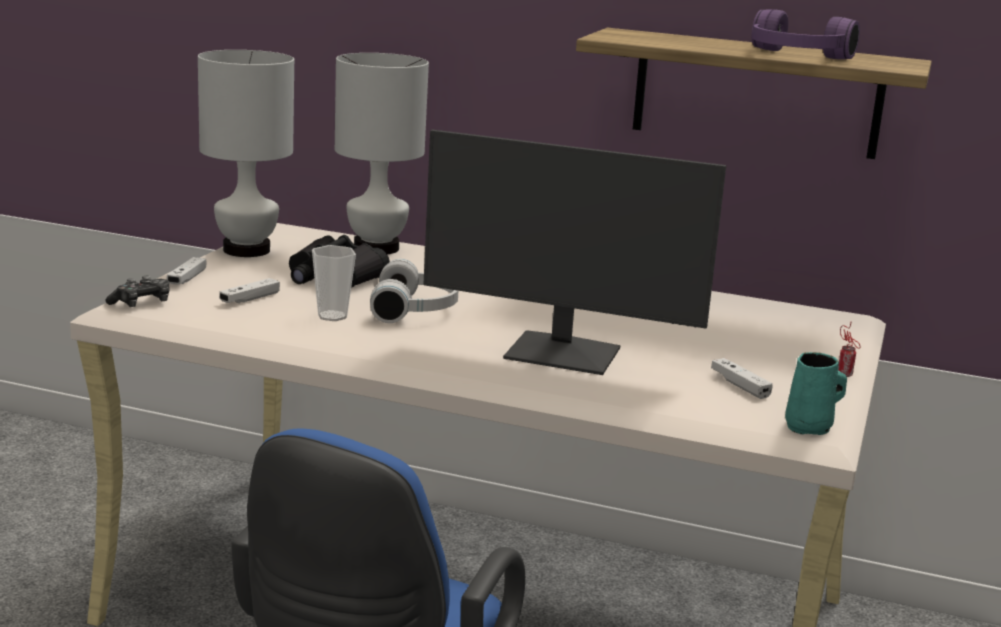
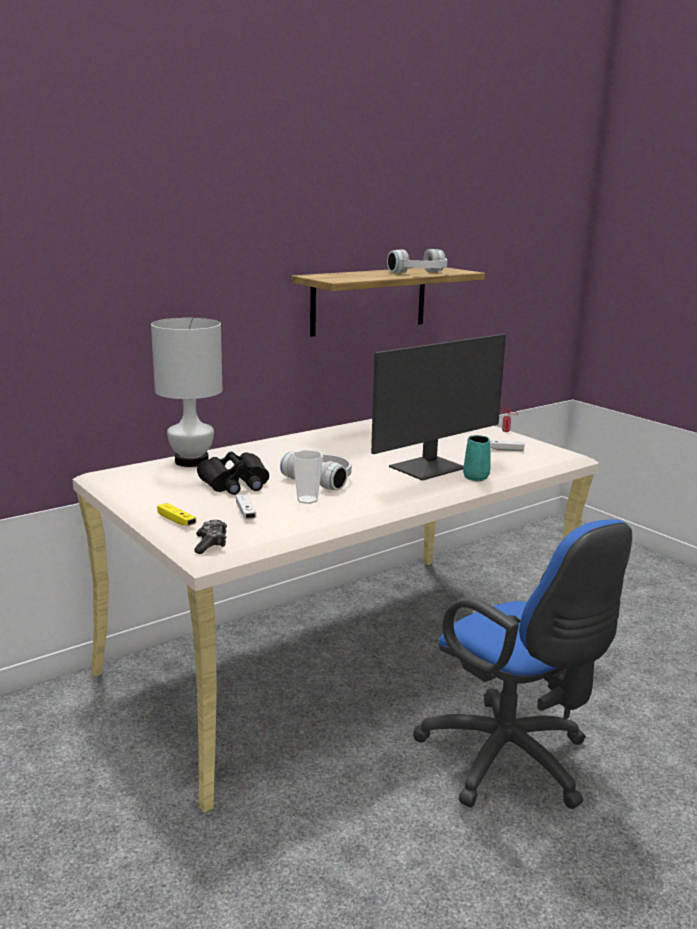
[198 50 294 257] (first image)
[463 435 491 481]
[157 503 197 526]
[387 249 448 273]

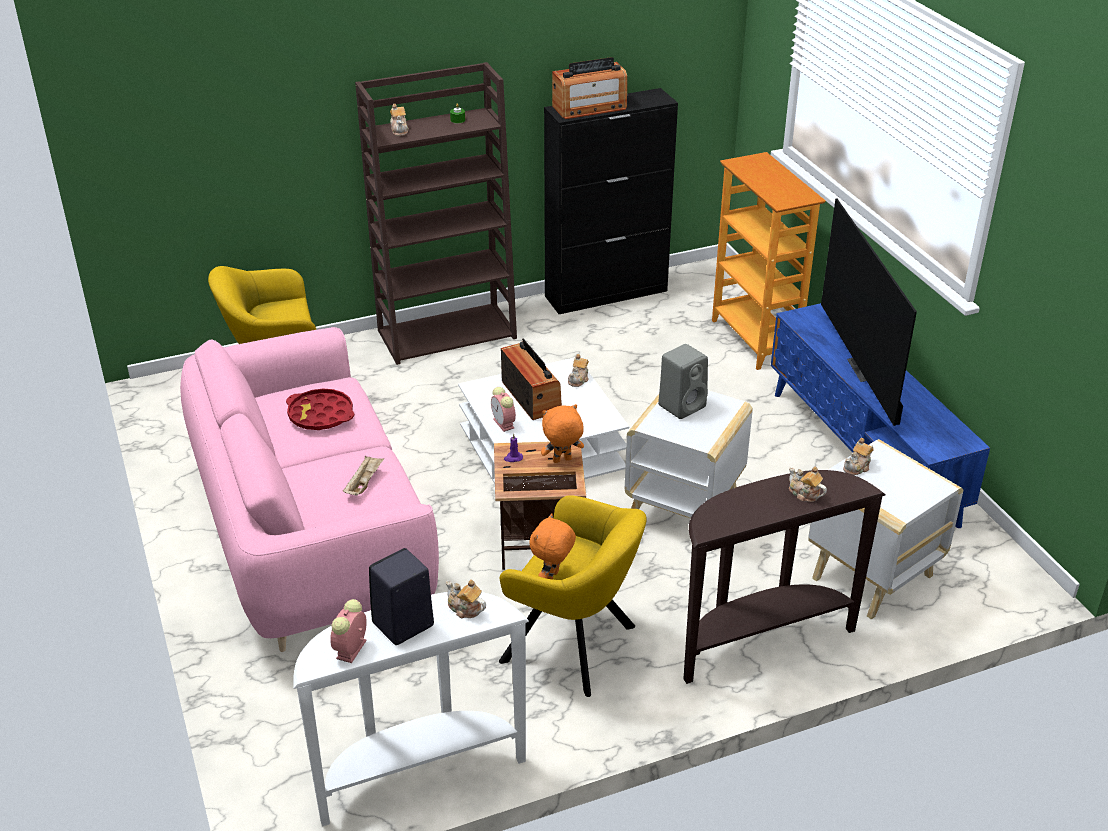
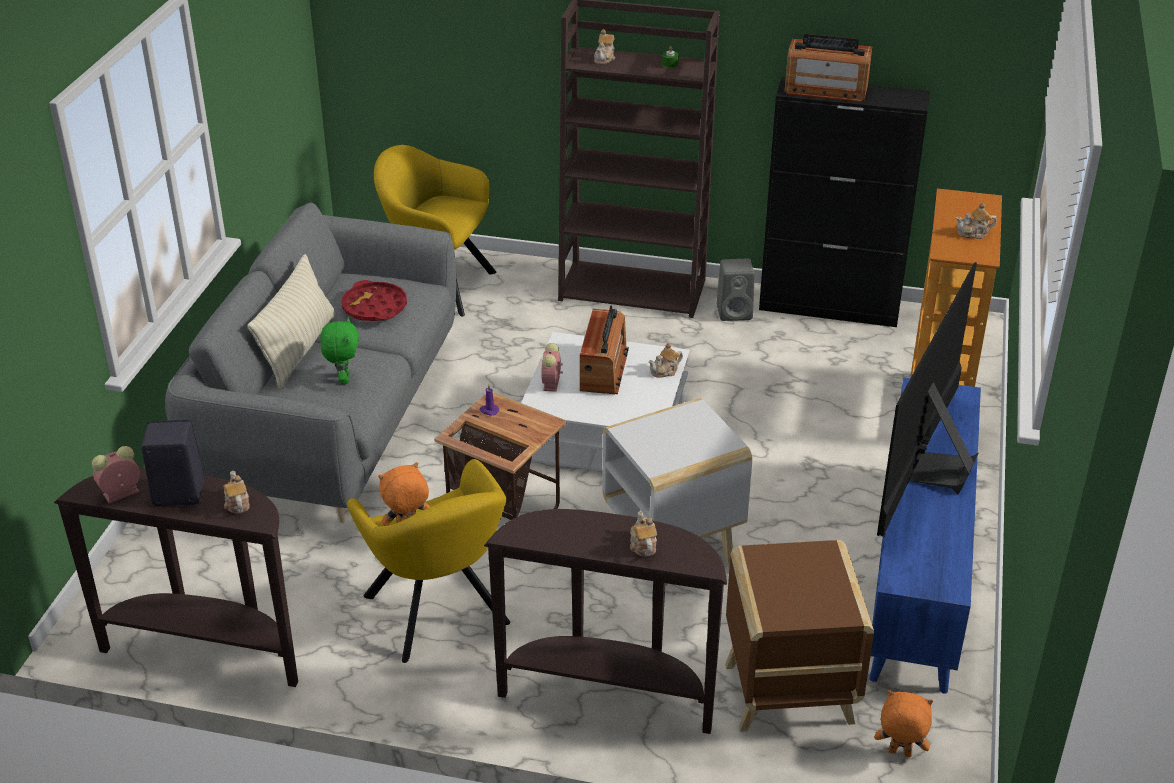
[247 254 336 389]
[875 690 933 757]
[717 259 755 321]
[956 203 997 239]
[320 318 359 384]
[165 202 456 523]
[54 468 298 687]
[725 540 874 732]

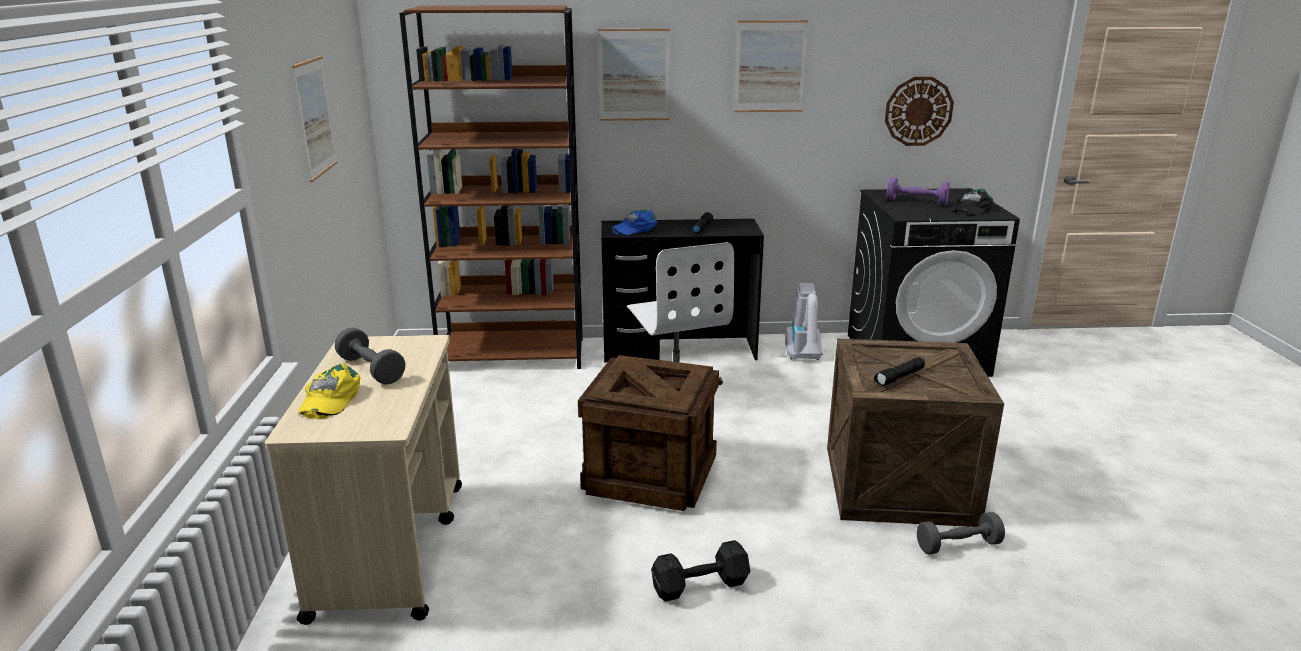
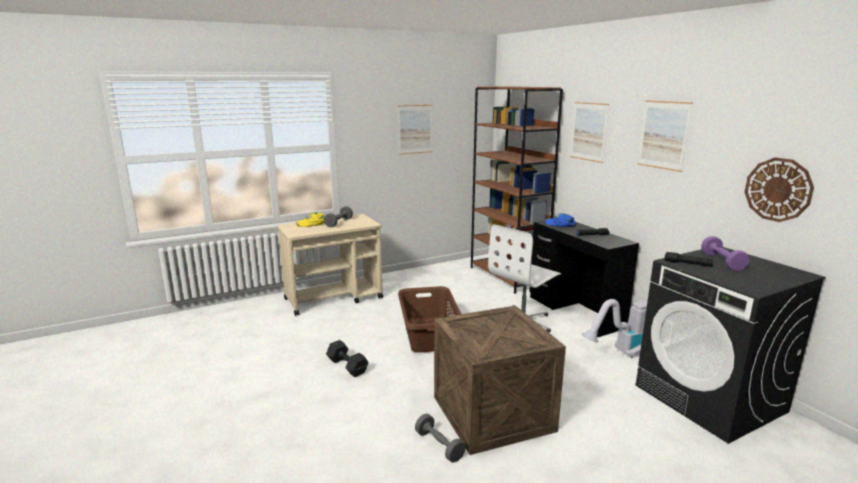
[952 189 993 216] (first image)
[664 252 714 267]
[398 286 461 353]

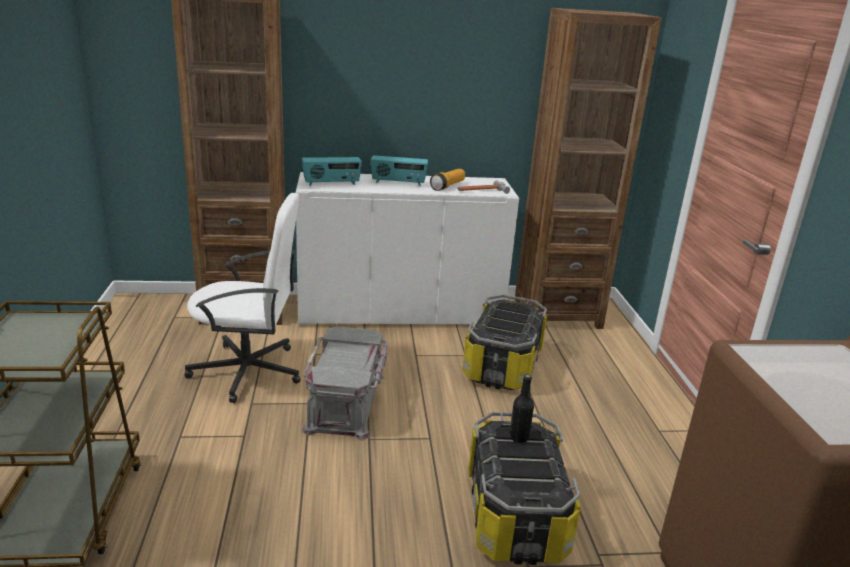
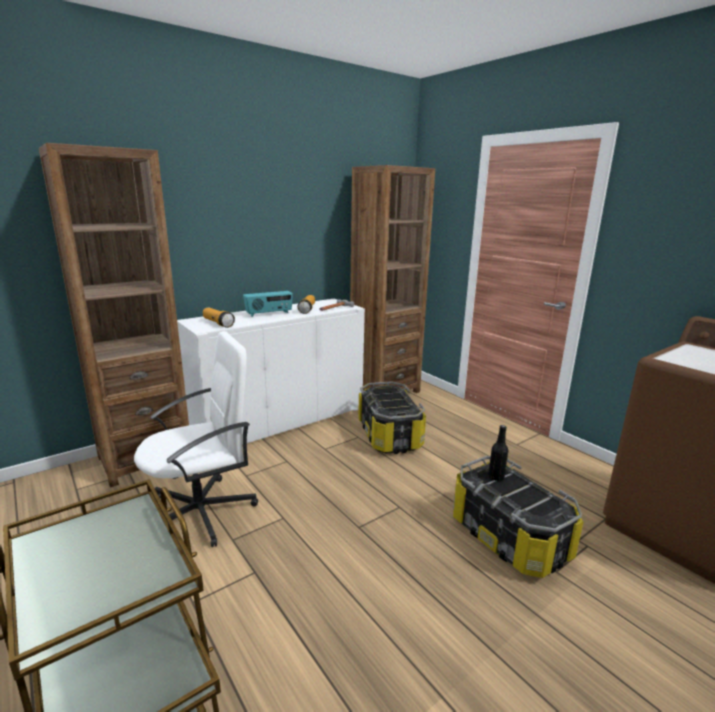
[302 326 388 441] (first image)
[203 308 235 328]

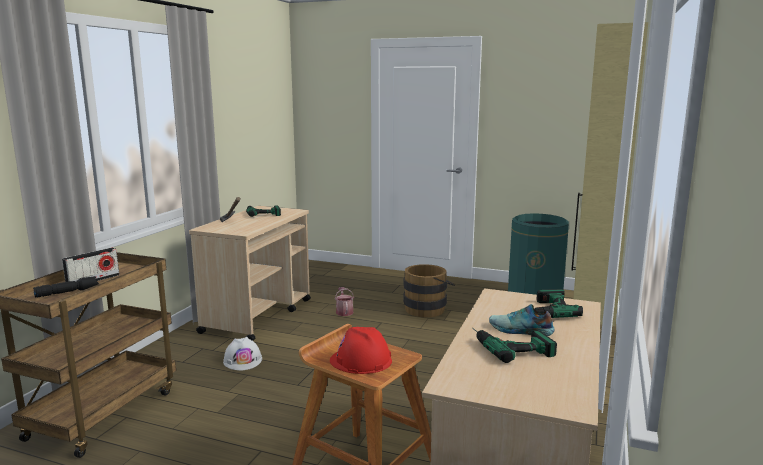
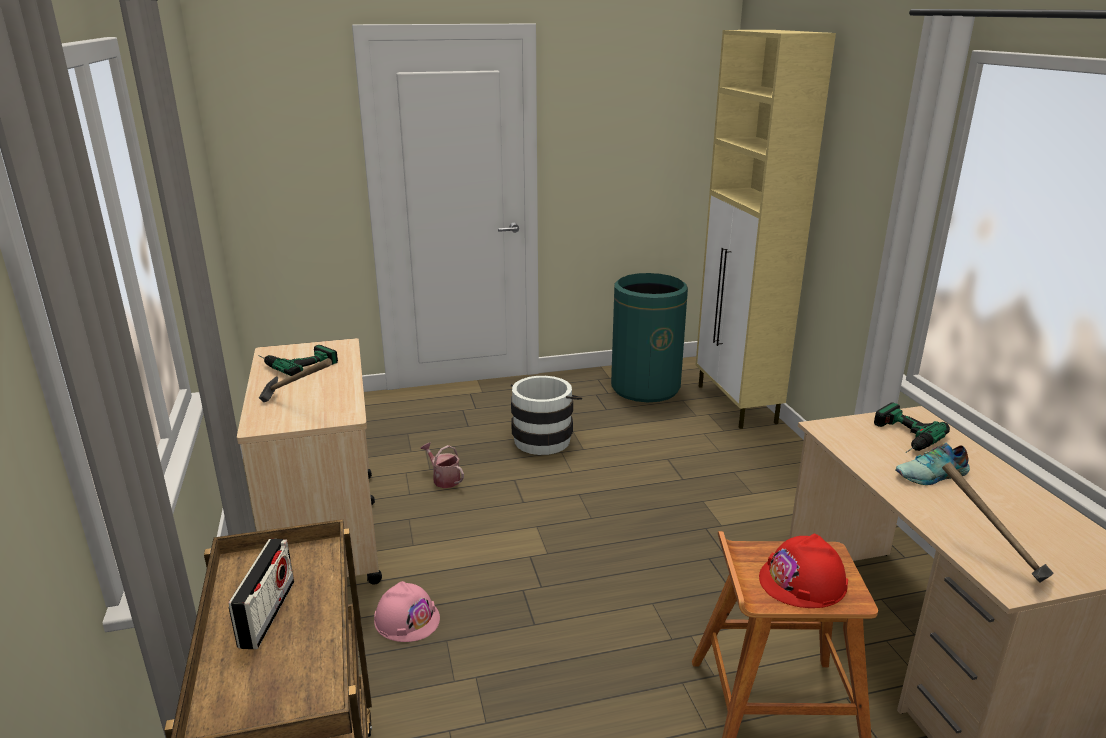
[33 276 99 297] (first image)
[472 327 557 363] (first image)
[942 462 1054 583]
[374 581 440 642]
[511 376 582 455]

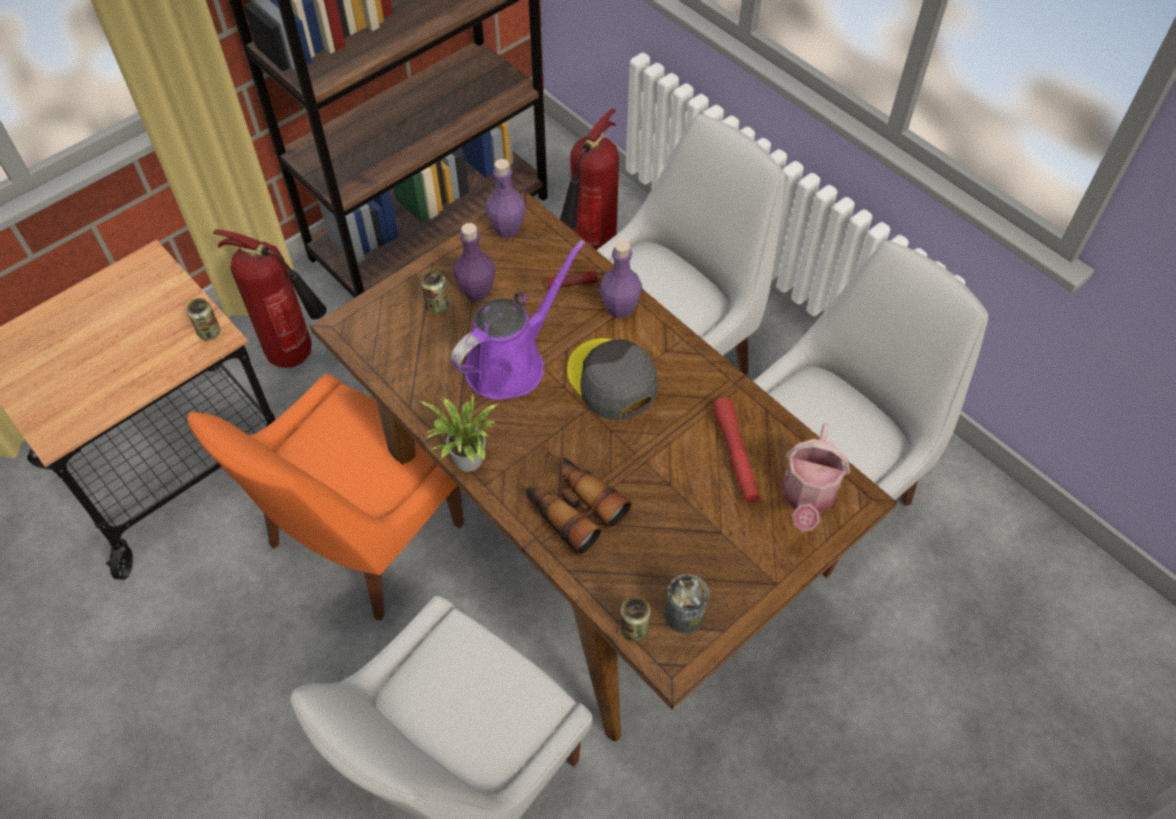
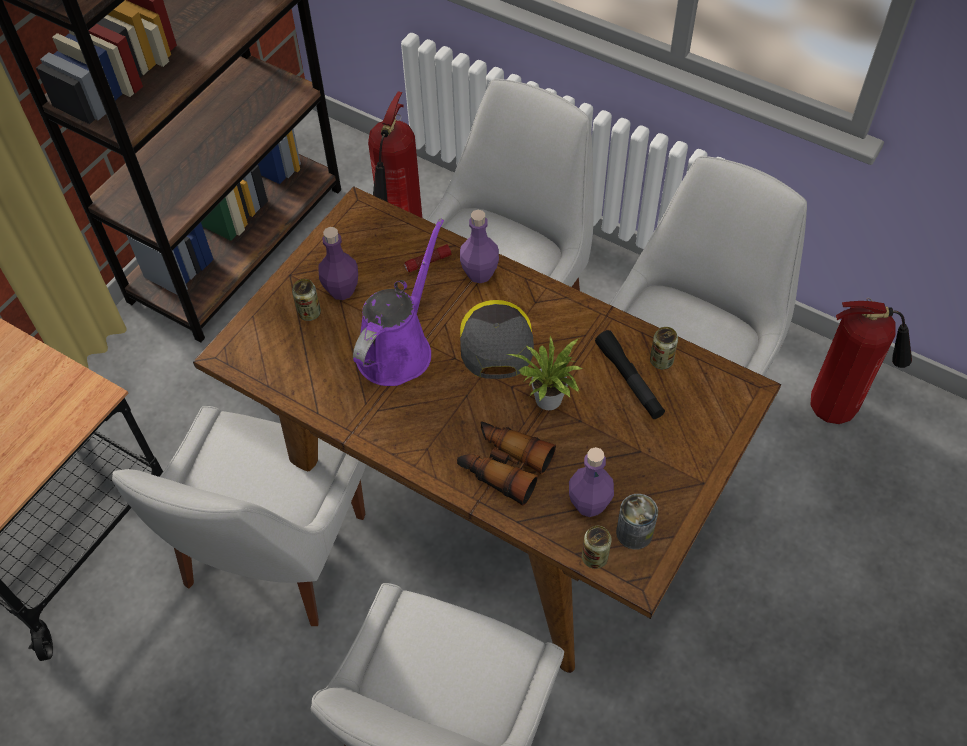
[781 423 850 532] (first image)
[650 327 678 369]
[810 298 912 424]
[507 336 582 410]
[569 447 614 517]
[112 406 365 626]
[595 330 665 419]
[460 300 534 379]

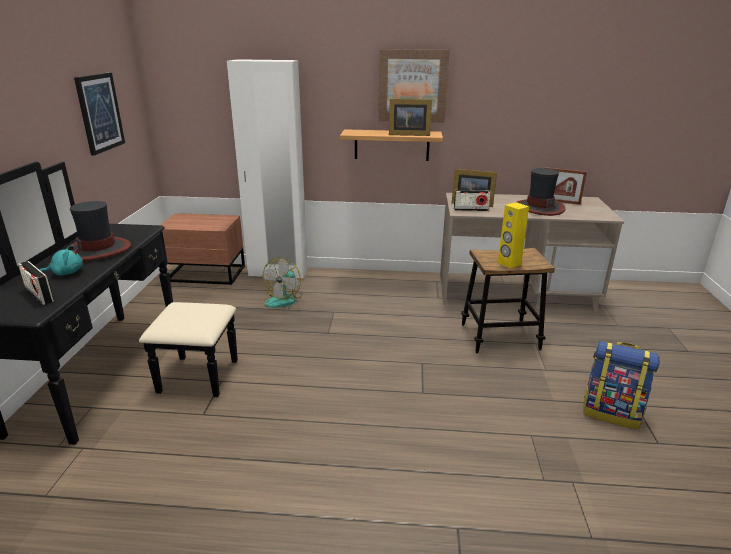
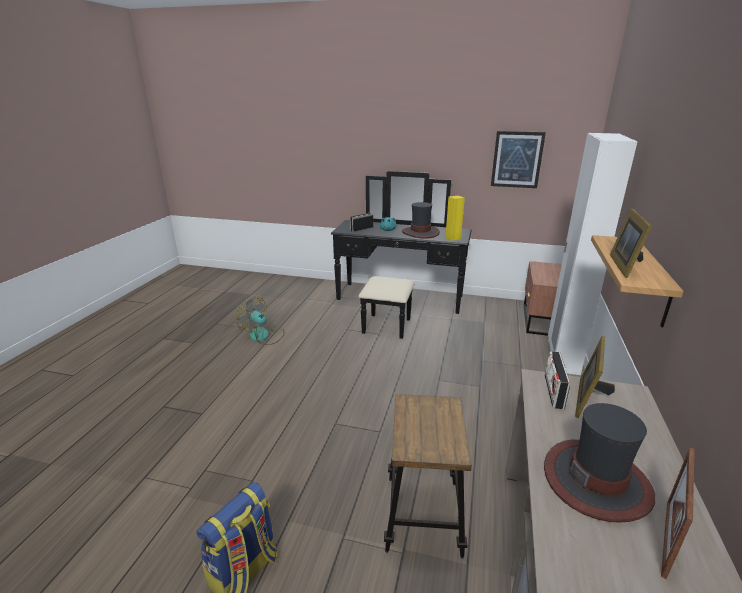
[378 49 450 122] (first image)
[236 297 285 345]
[445 196 465 241]

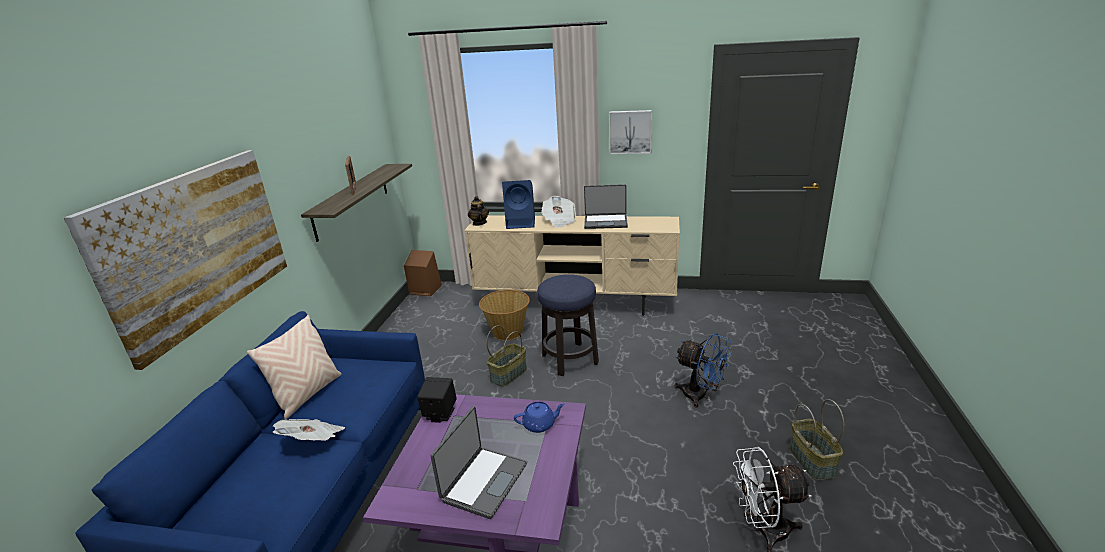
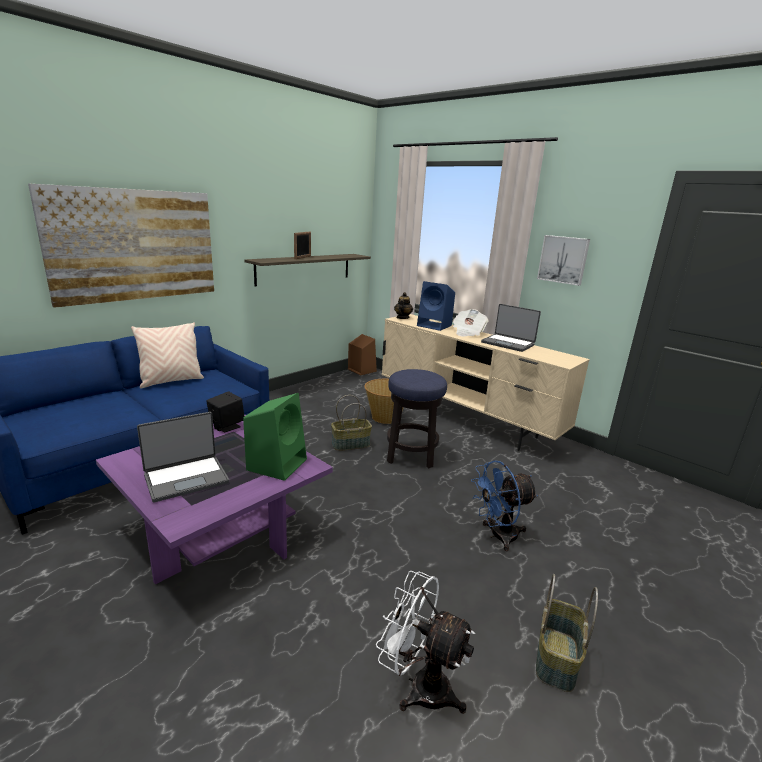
[273 419 345 441] (first image)
[243 393 307 481]
[471 460 538 551]

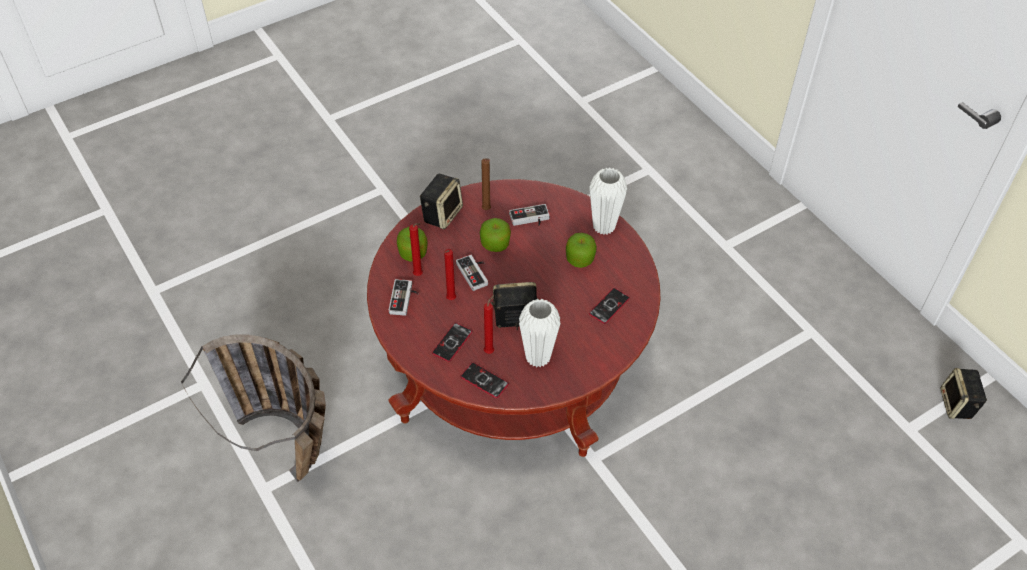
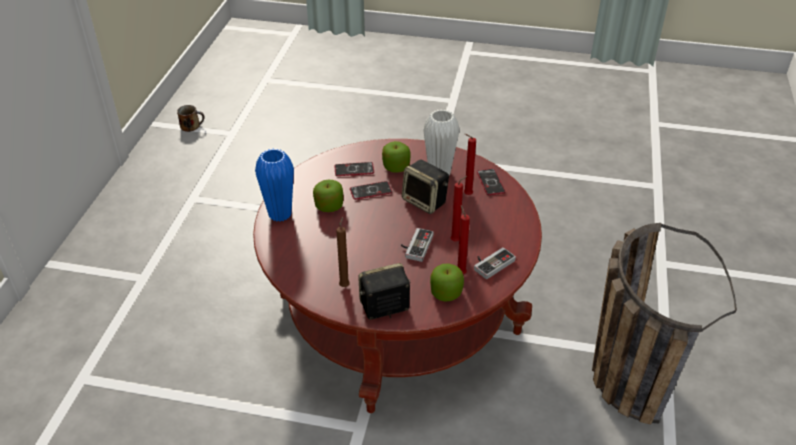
[509 204 550 226] (first image)
[350 181 392 200]
[382 141 411 173]
[177 105 205 132]
[255 149 294 222]

